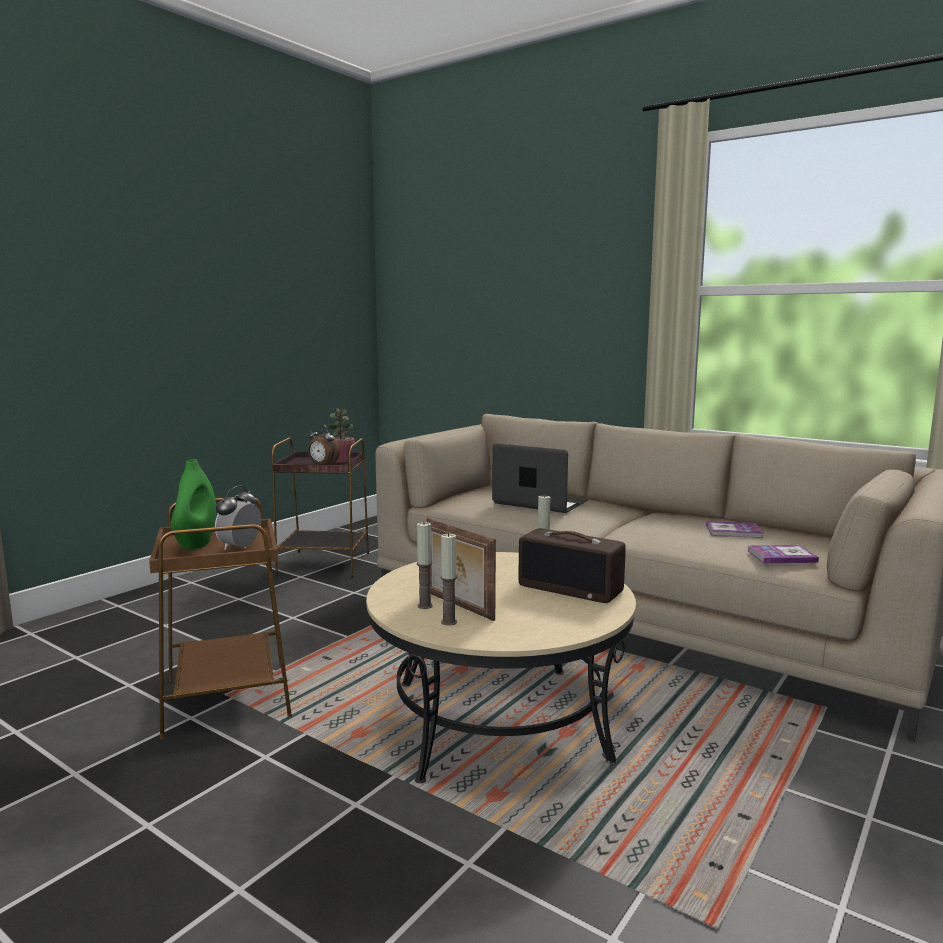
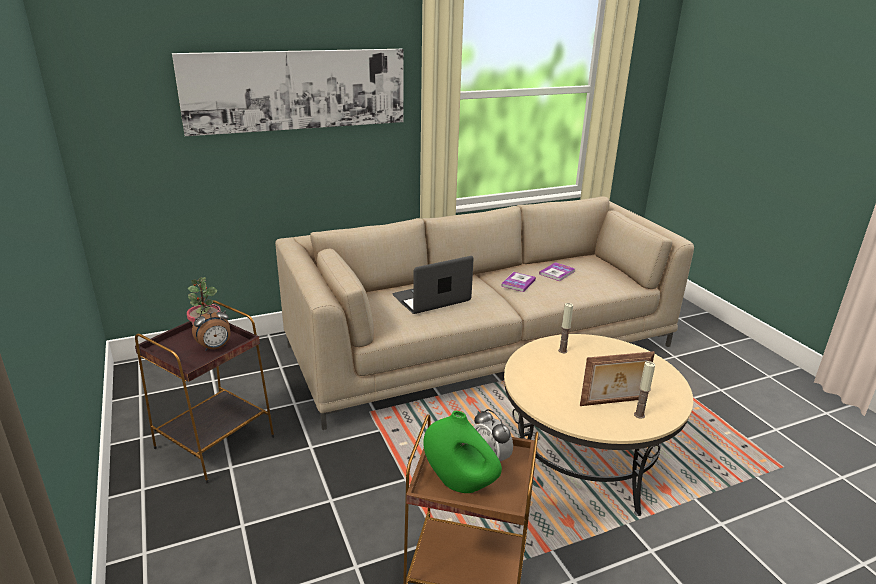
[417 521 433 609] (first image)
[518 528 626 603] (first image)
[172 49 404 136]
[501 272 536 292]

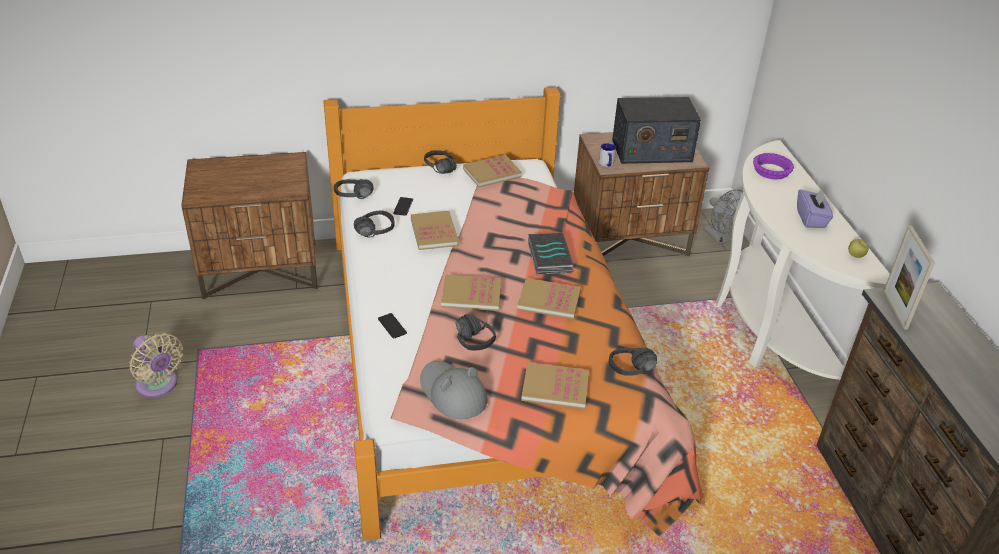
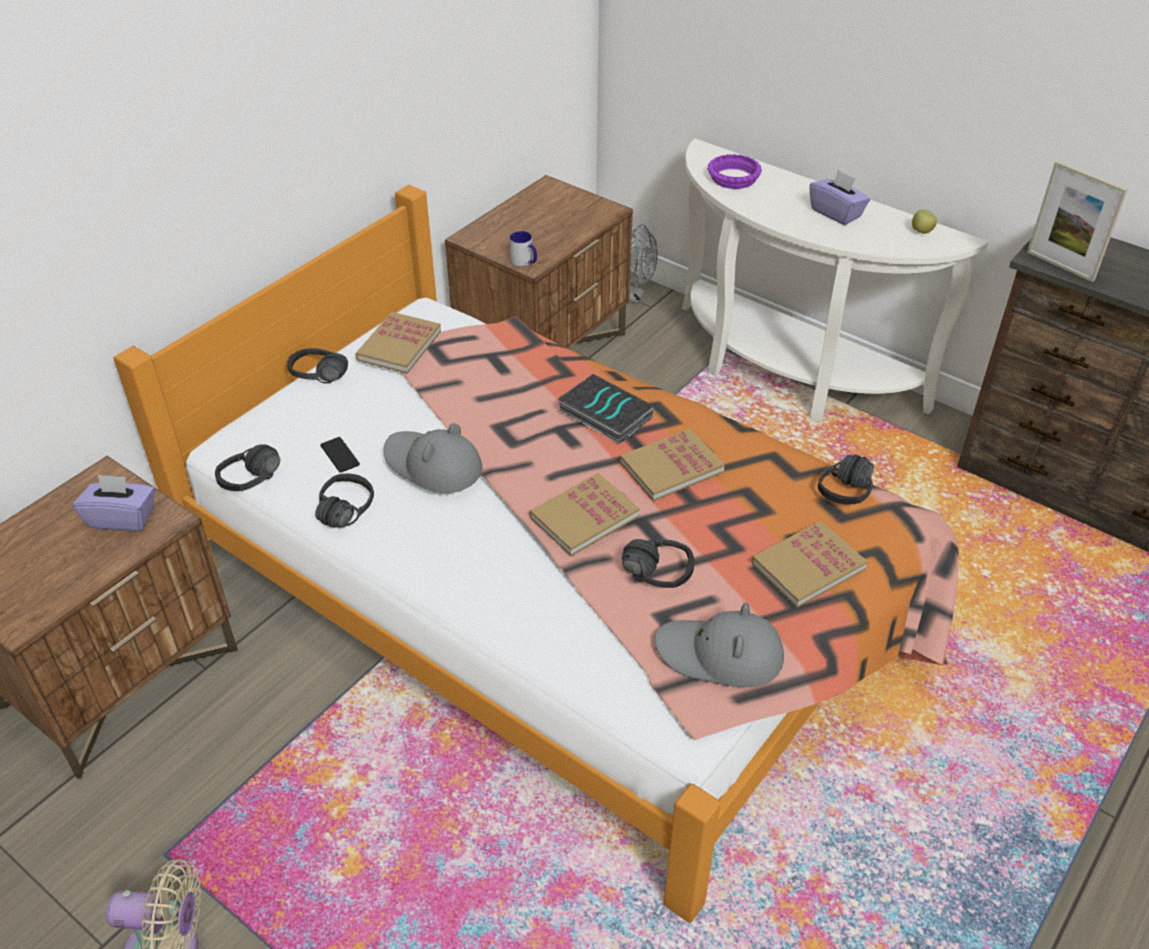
[378 313 407 339] (first image)
[612 97 701 164] (first image)
[73 474 155 531]
[383 423 483 493]

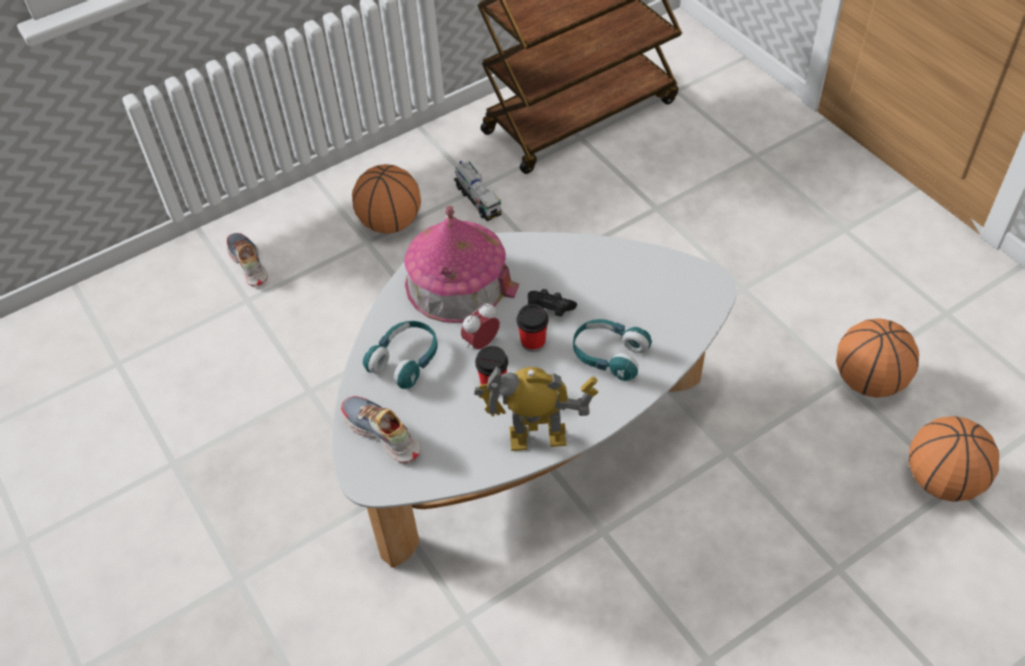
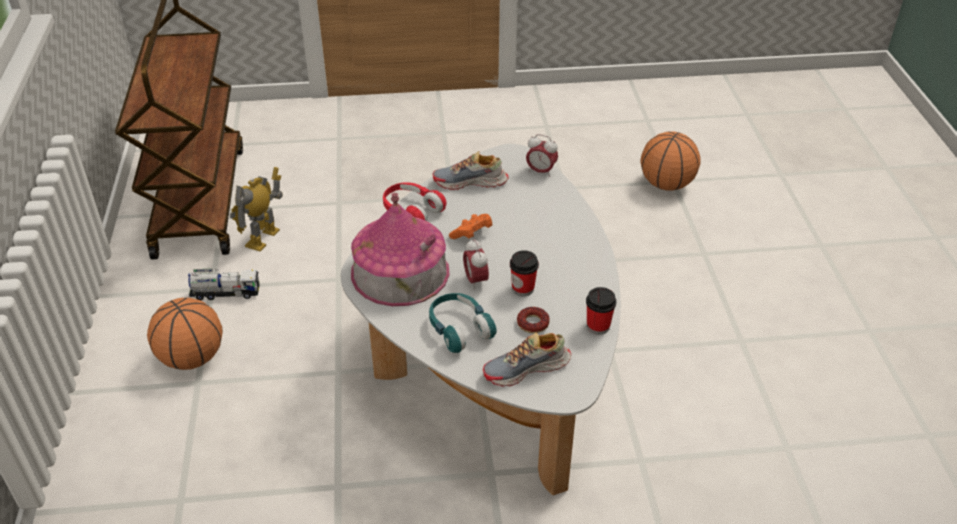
[573 319 652 381] (first image)
[836 318 919 398] (first image)
[383 182 447 221]
[517 307 550 333]
[526 134 558 177]
[433 151 509 190]
[230 167 283 252]
[586 287 616 335]
[449 214 493 239]

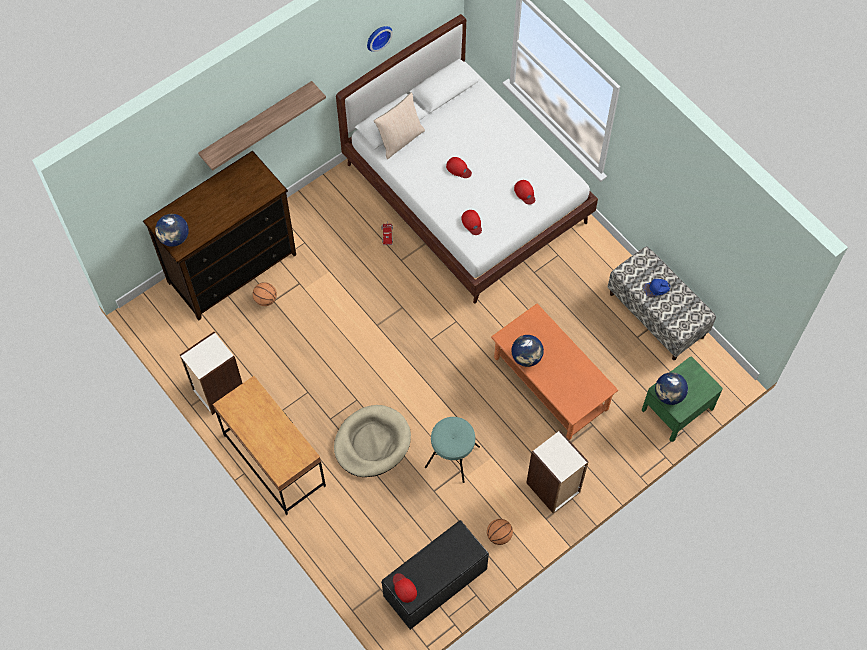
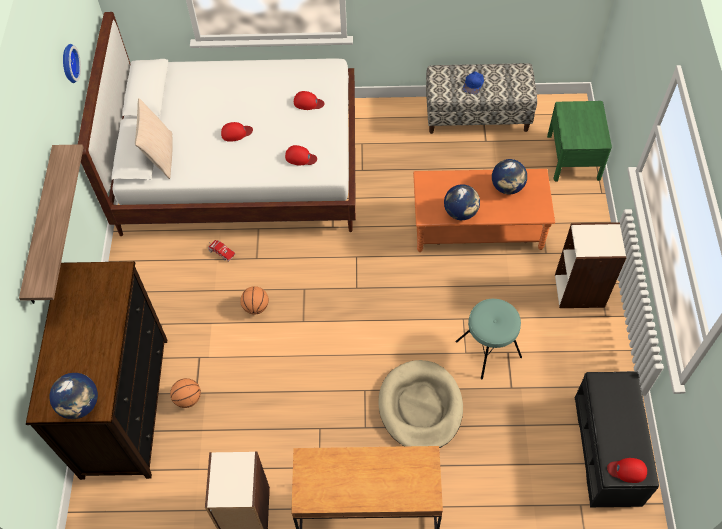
[240 286 269 314]
[492 159 527 195]

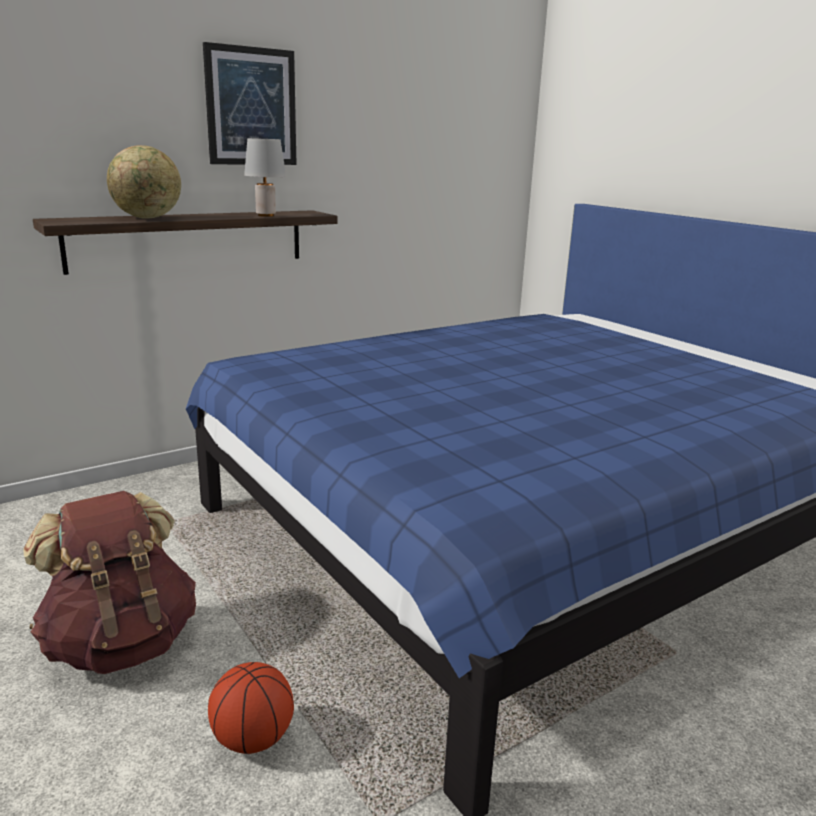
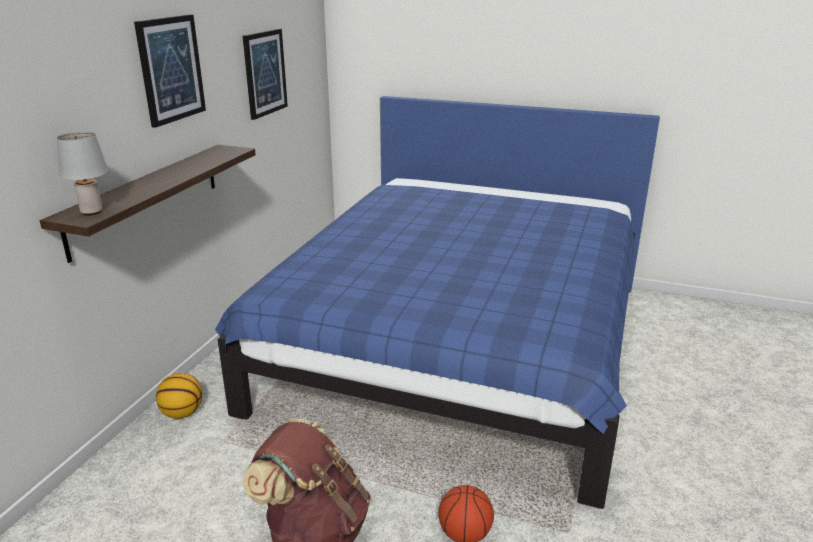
[107 145 181 219] (first image)
[156 373 202 419]
[243 29 288 120]
[57 132 108 216]

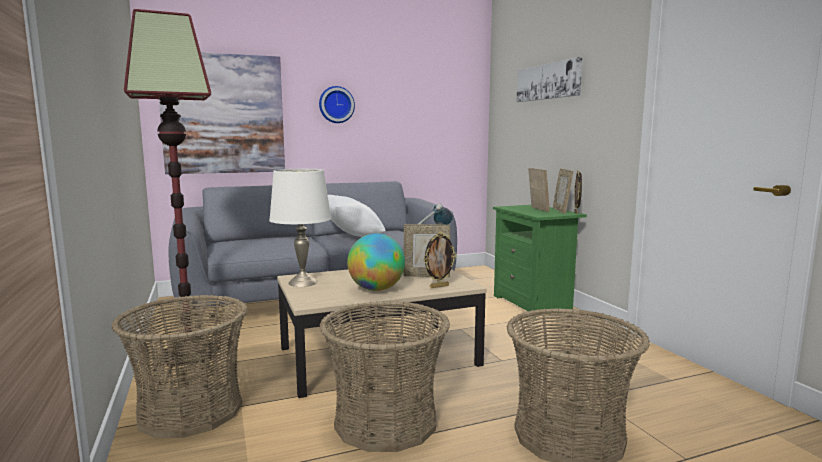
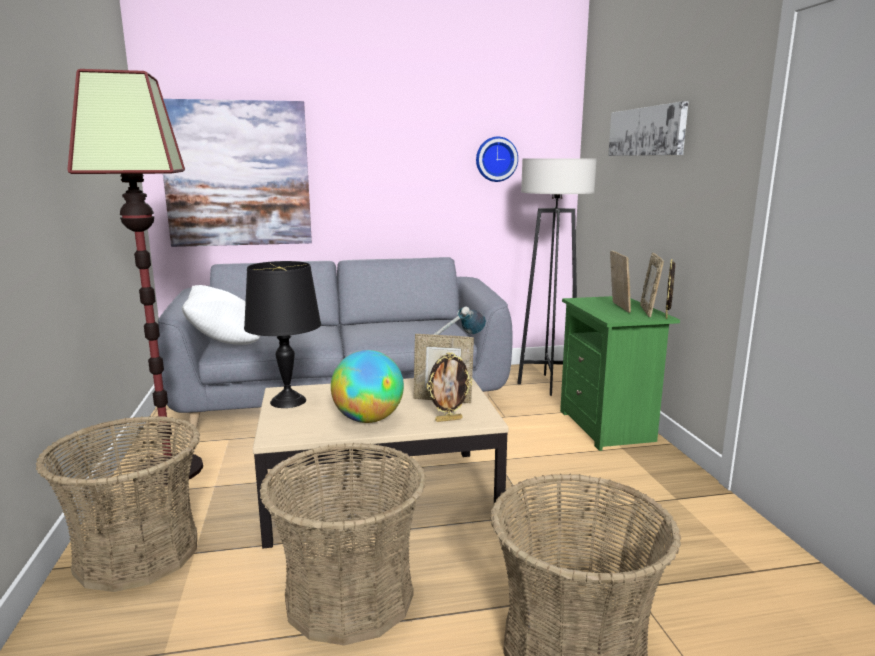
[517 158 597 396]
[476 137 518 182]
[182 285 260 345]
[244 261 321 408]

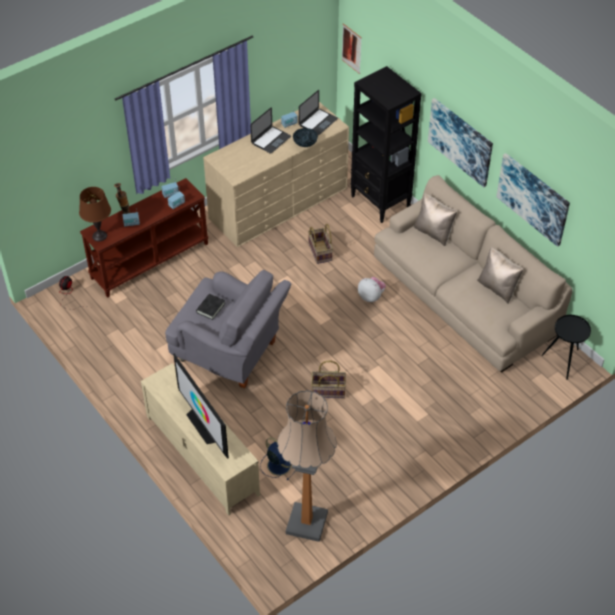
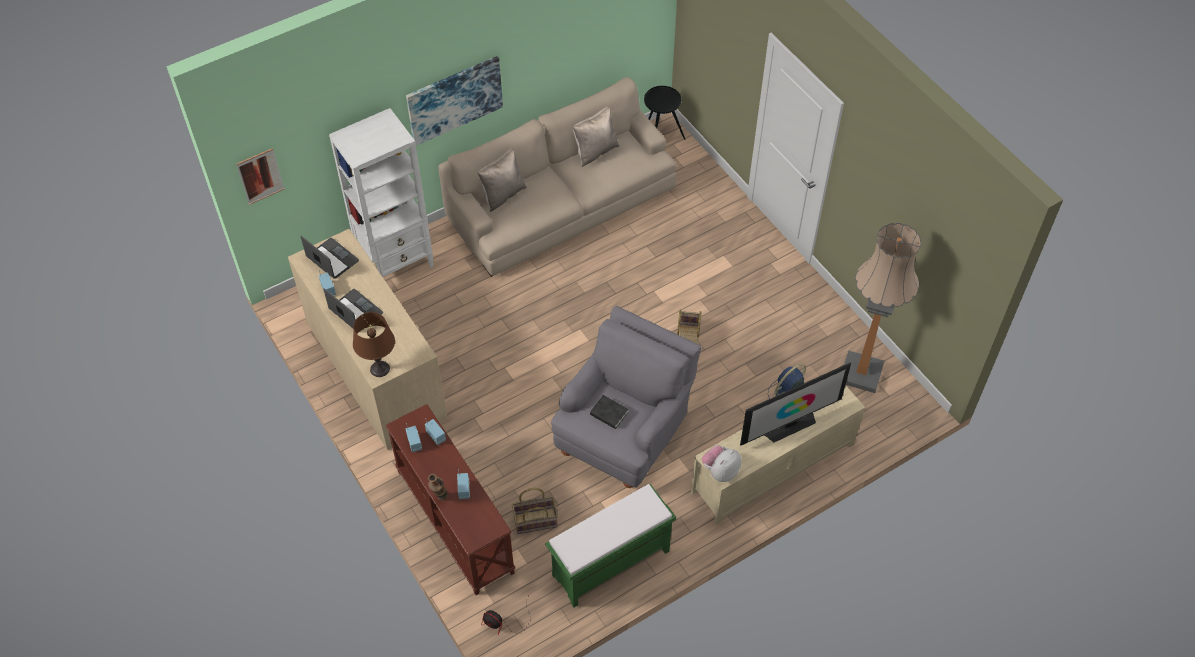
[293 128 318 147] (first image)
[496 153 570 247] (first image)
[545 484 676 608]
[353 312 395 377]
[512 488 558 534]
[702 445 741 482]
[329 108 433 277]

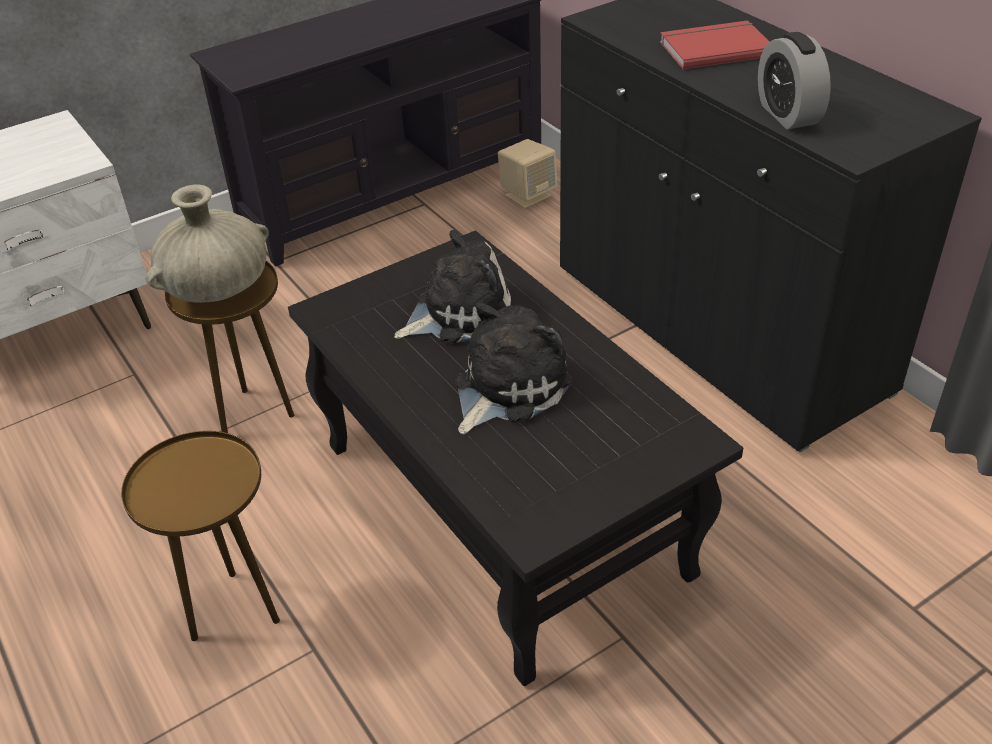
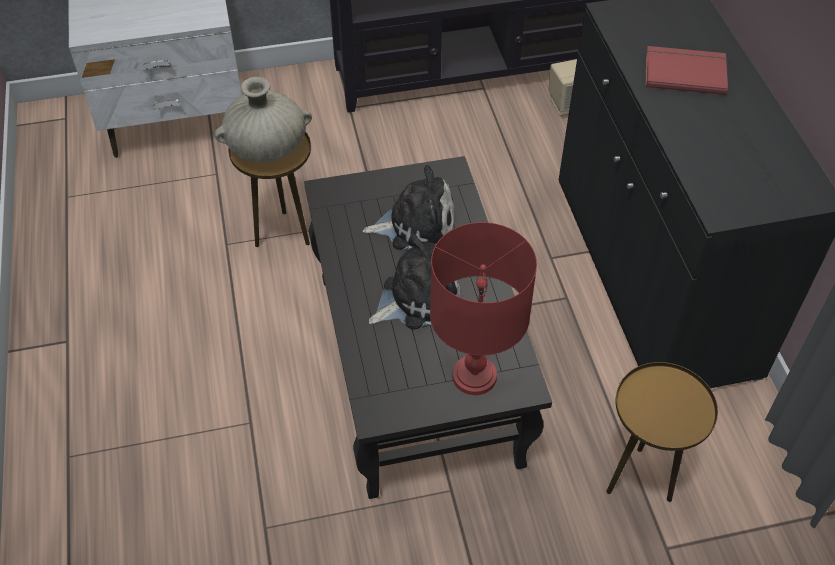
[758 32 831 130] (first image)
[430 222 537 395]
[606 362 718 502]

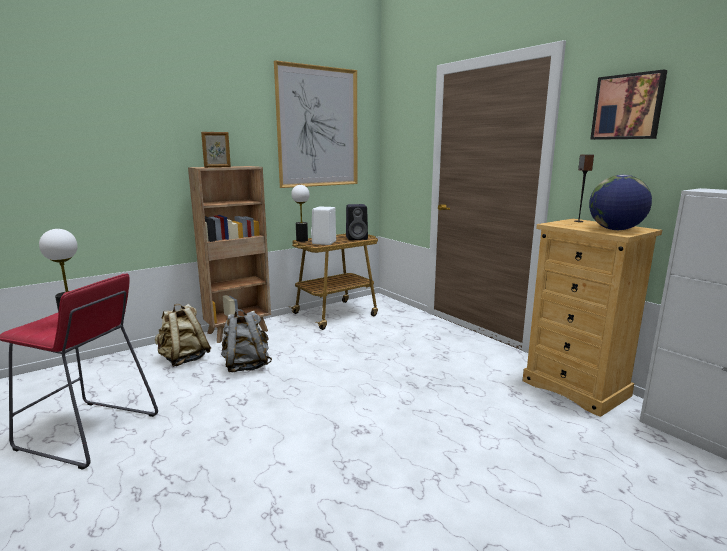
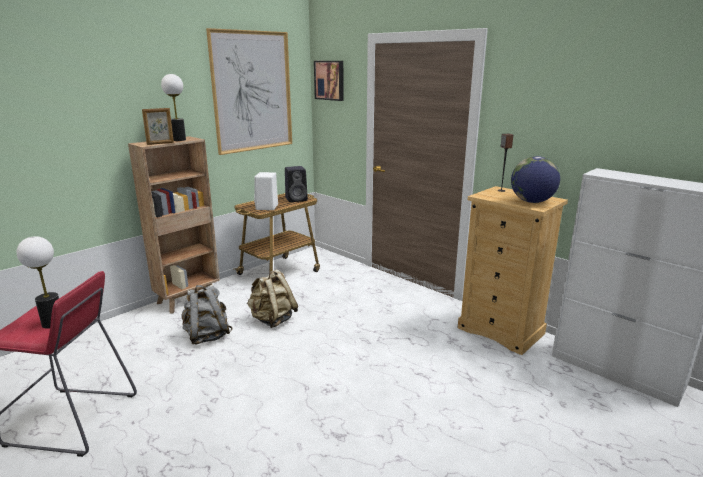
[247 269 298 328]
[161 74 186 141]
[314 61 344 101]

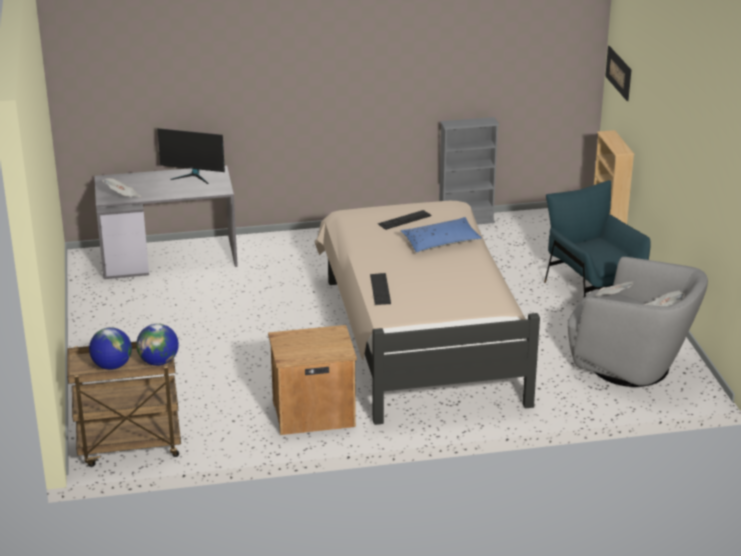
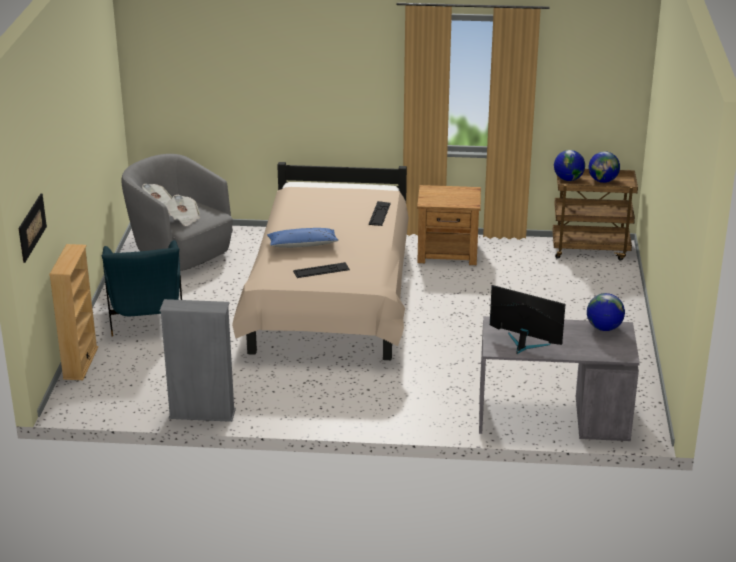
[587 293 625 331]

